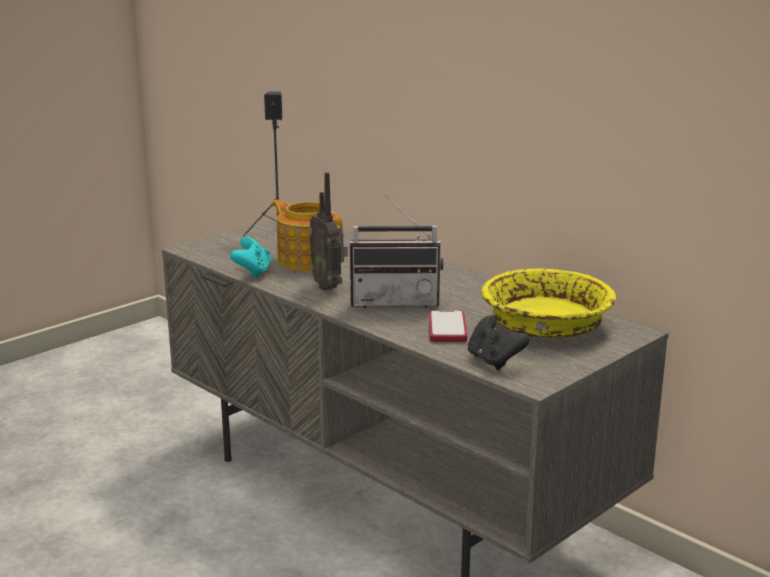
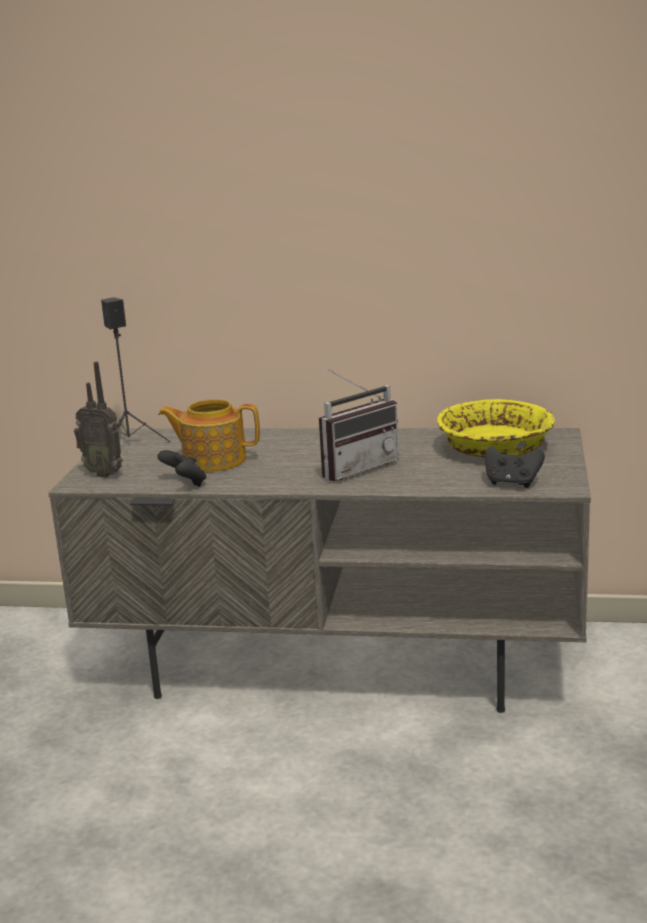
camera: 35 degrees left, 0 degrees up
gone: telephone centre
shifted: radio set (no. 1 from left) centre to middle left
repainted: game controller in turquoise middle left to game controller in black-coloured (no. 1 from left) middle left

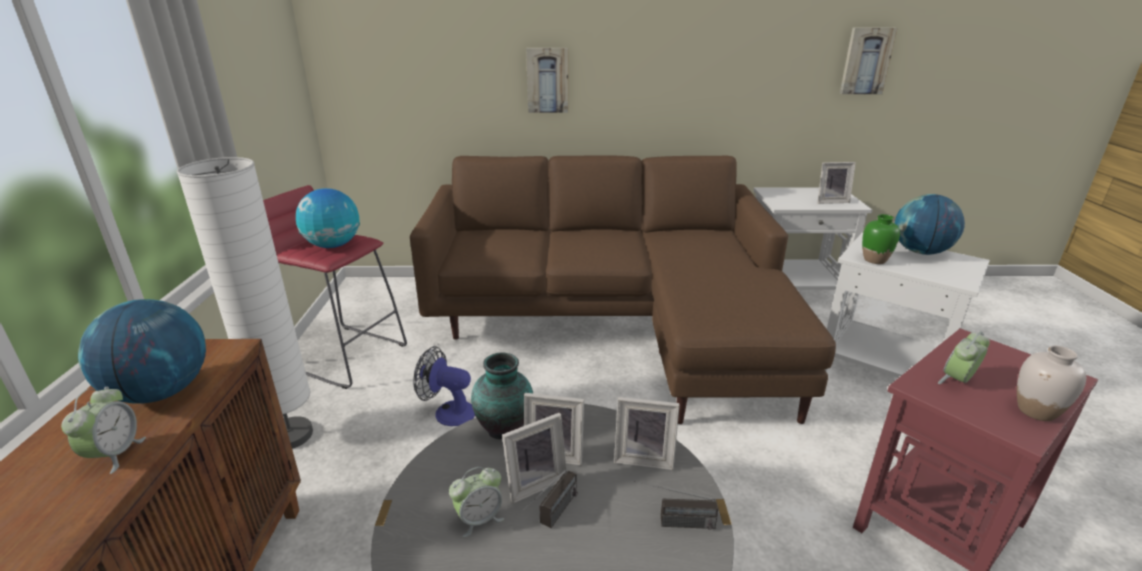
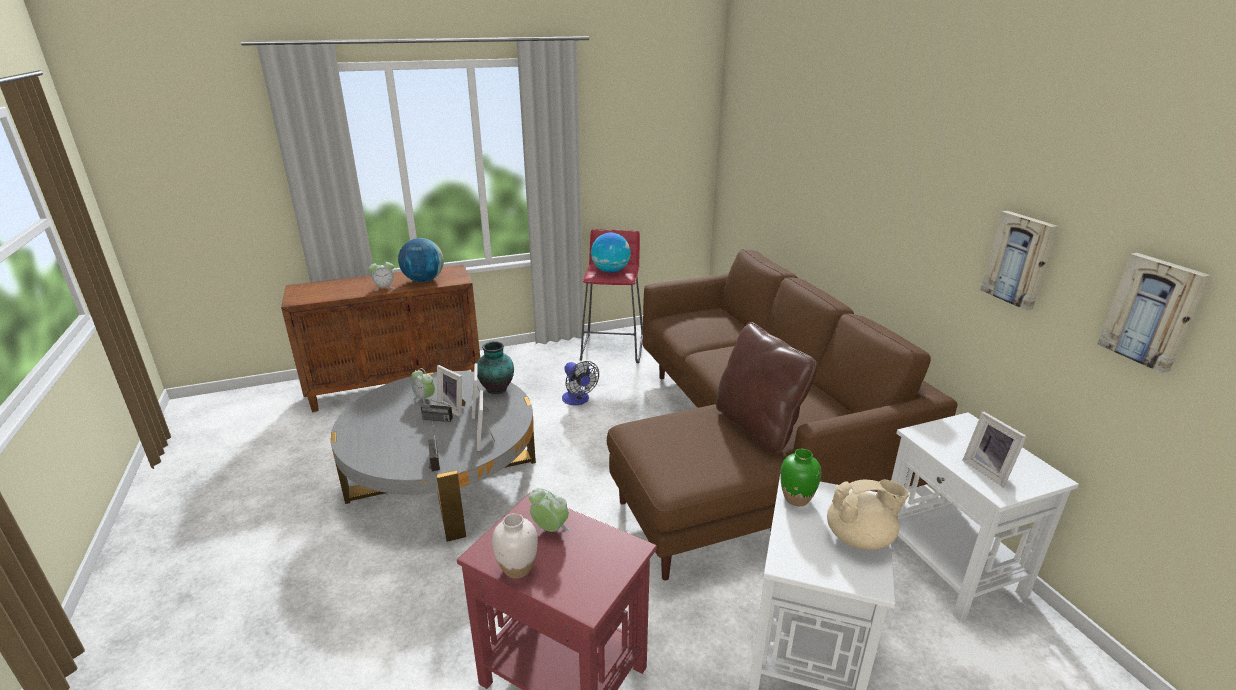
camera: 70 degrees right, 0 degrees up
gone: floor lamp in whitish middle left
new: pillow in brown centre
shifted: wall picture (no. 1 from left) top centre to middle right
swapped: globe (no. 3 from left) middle right to tea pot in beige bottom right
rotated: fan bottom centre = centre 150 degrees clockwise

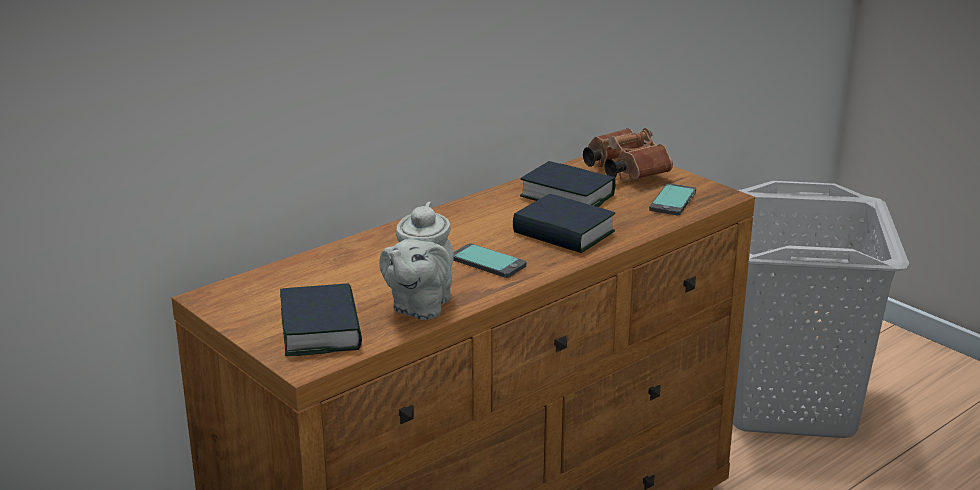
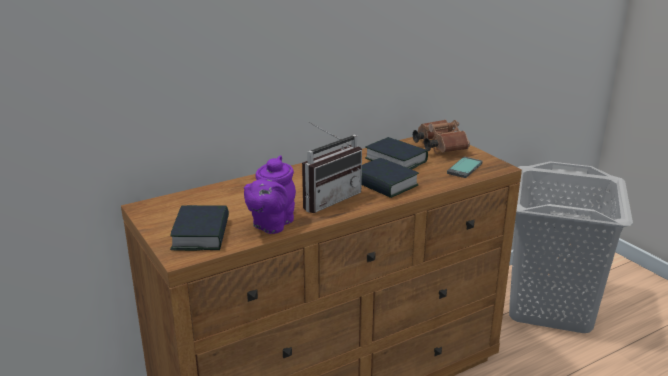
camera: 10 degrees right, 0 degrees up
swapped: telephone (no. 1 from left) centre to radio set centre
repainted: tea pot in gray centre to tea pot in purple centre

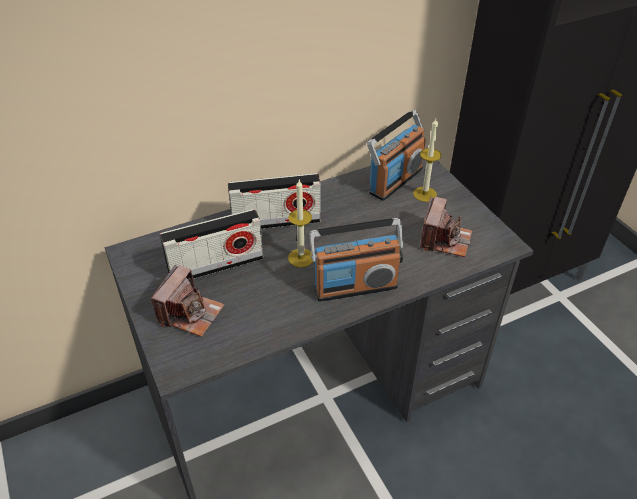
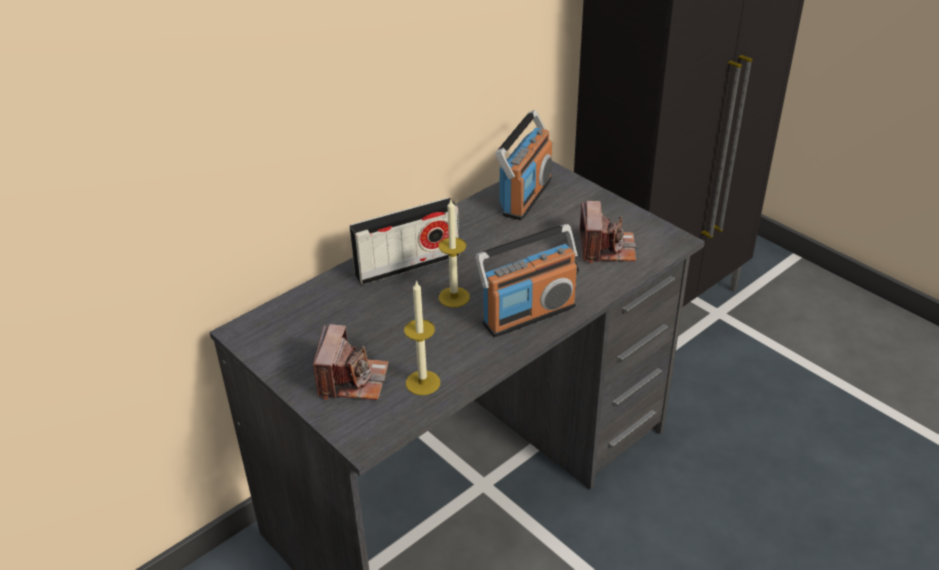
camera: 15 degrees left, 5 degrees down
gone: radio set (no. 1 from left) middle left
shifted: candle (no. 2 from left in the first image) top right to candle (no. 1 from left) centre

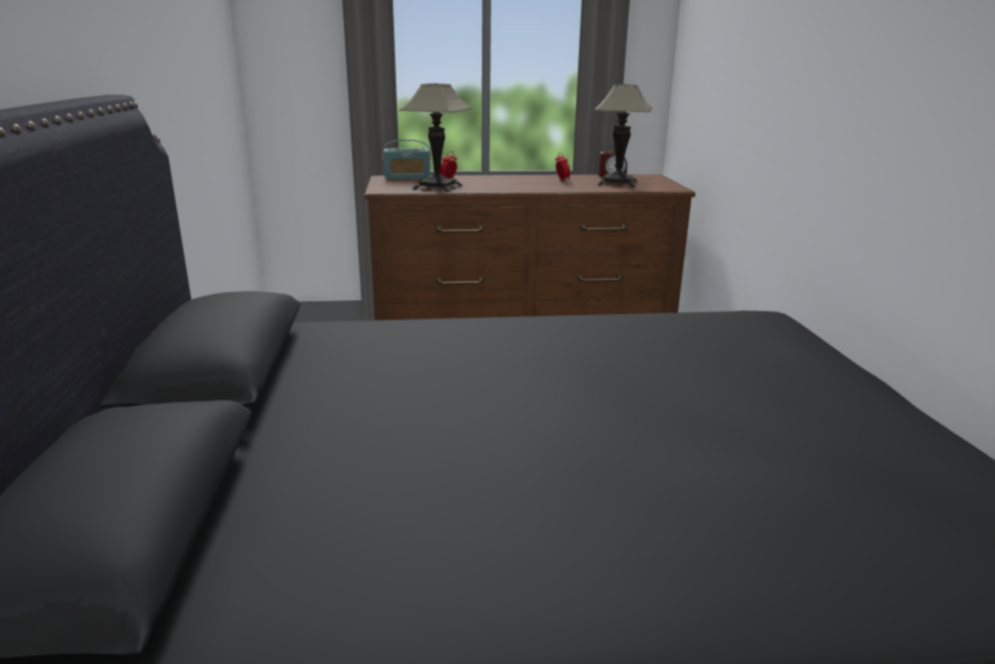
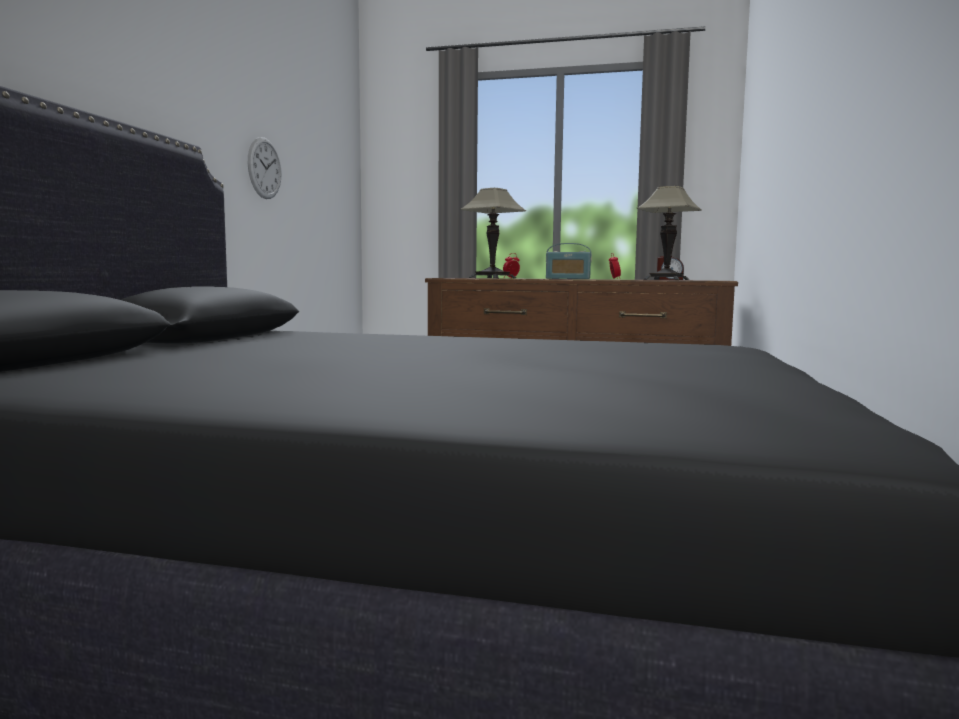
camera: 20 degrees right, 15 degrees down
new: hanging clock top left
shifted: radio set top centre to centre

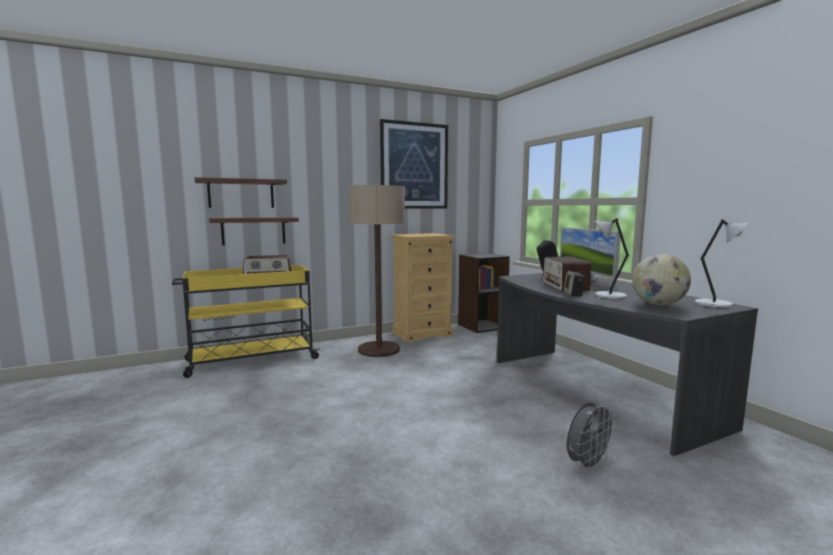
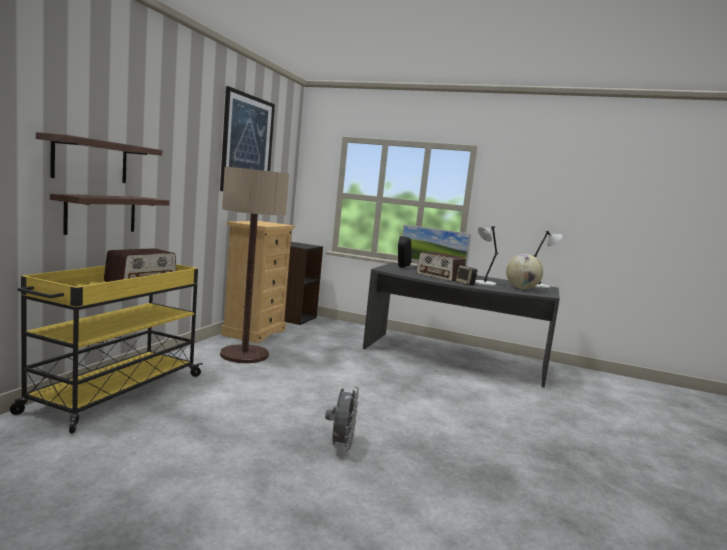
camera: 45 degrees left, 0 degrees up
shifted: fan in gray bottom right to bottom centre

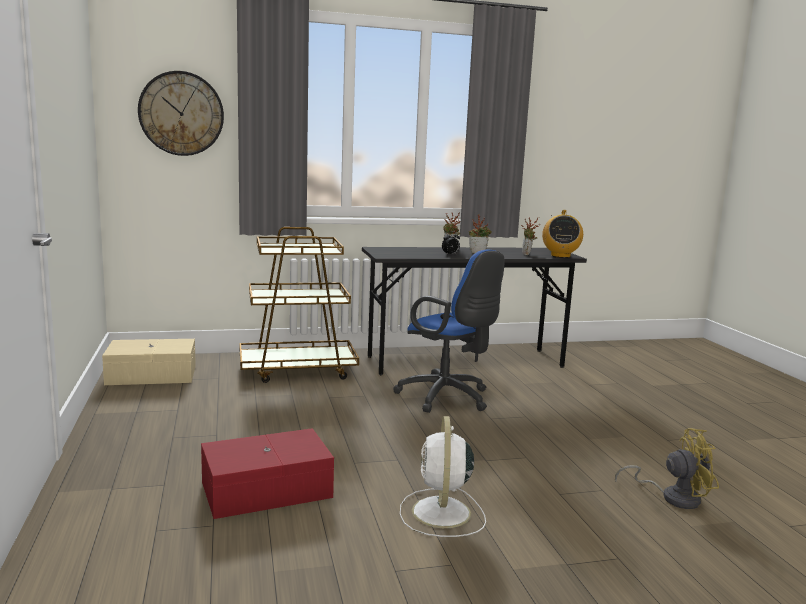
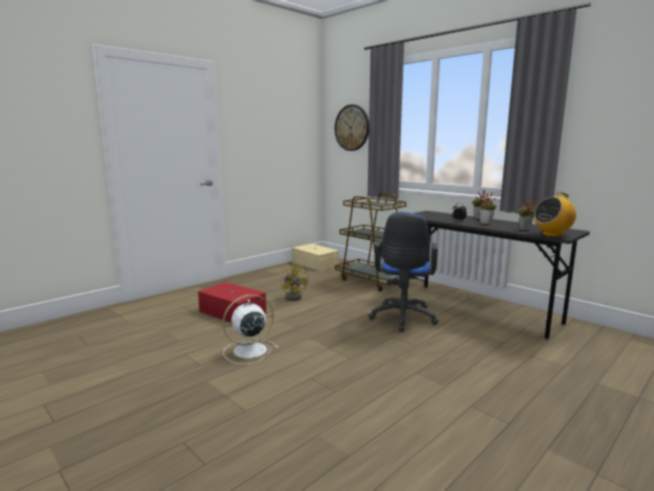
camera: 60 degrees right, 0 degrees up
shifted: fan in yellow bottom right to centre

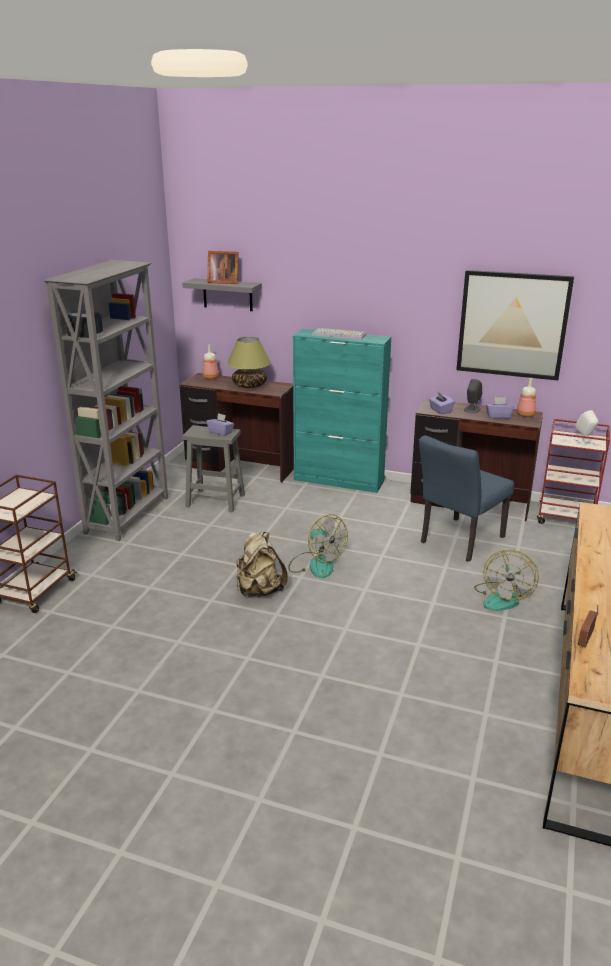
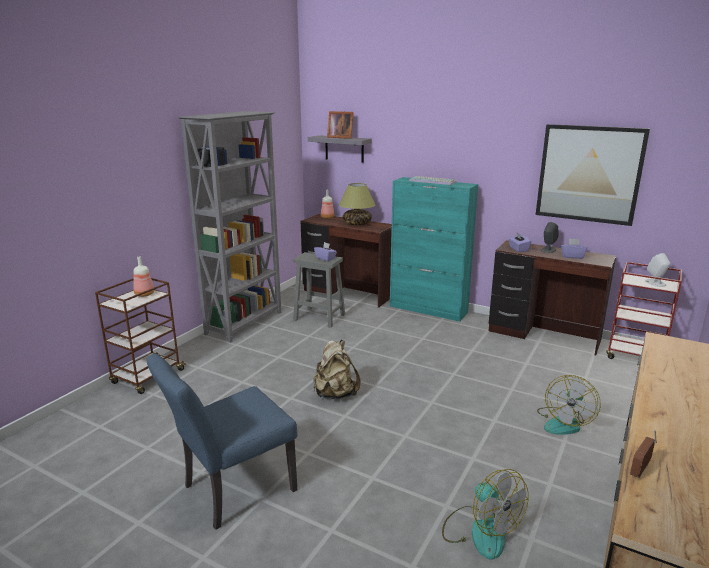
camera: 10 degrees right, 5 degrees down
shifted: fan (no. 1 from left) centre to bottom right; chair in blue-coloured middle right to bottom left; beverage bottle (no. 2 from left in the first image) middle right to beverage bottle (no. 1 from left) middle left

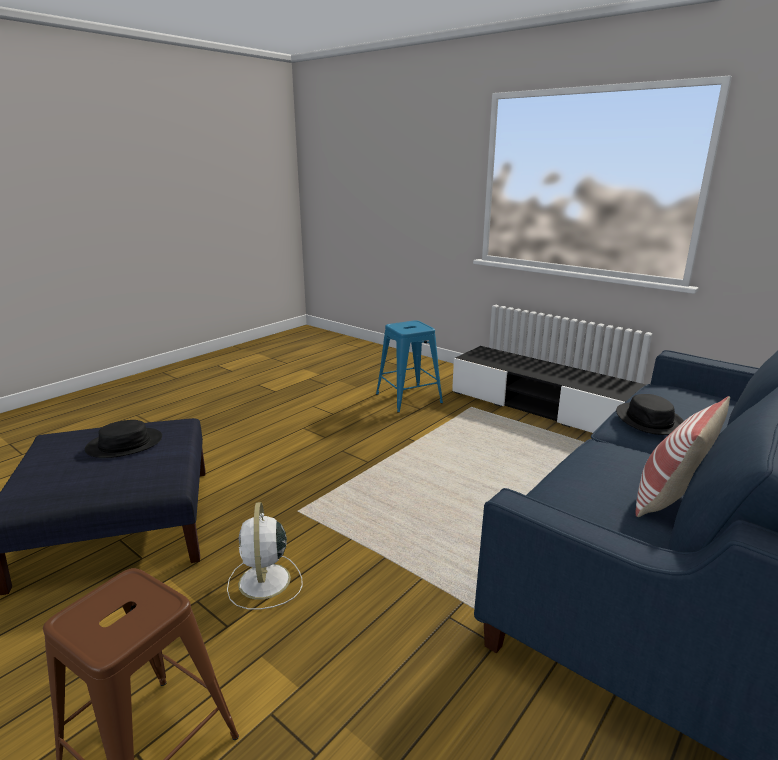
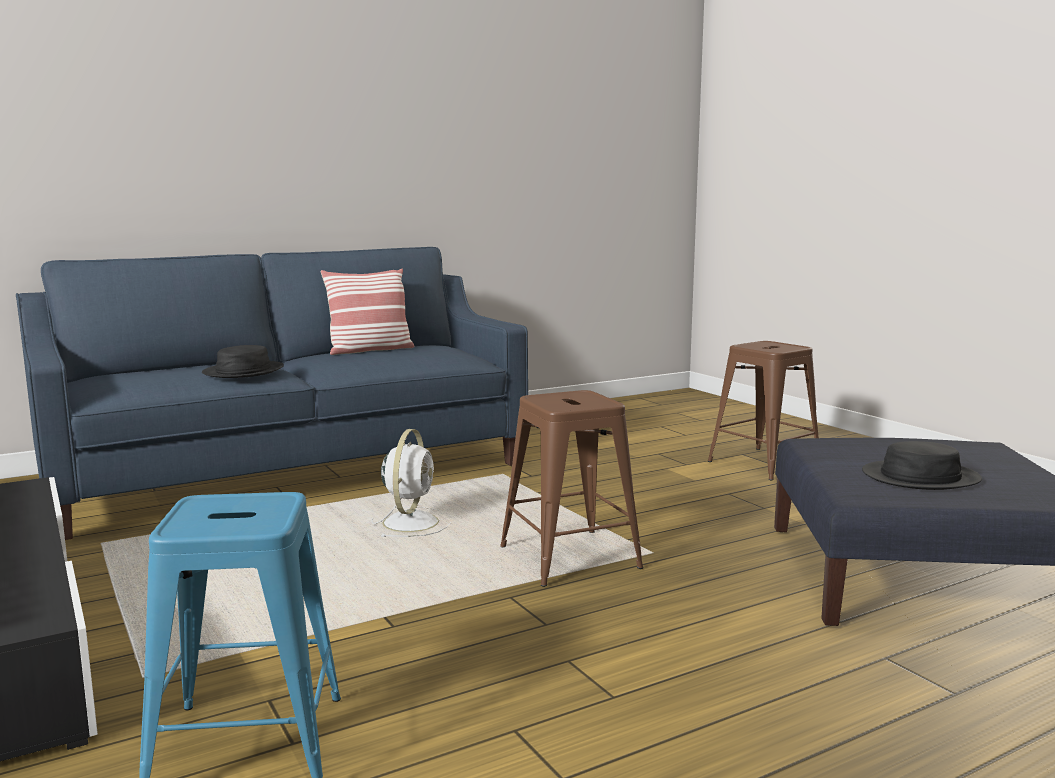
camera: 160 degrees left, 10 degrees down
new: stool in brown (no. 1 from left) centre
shifted: fan in whitish bottom centre to centre

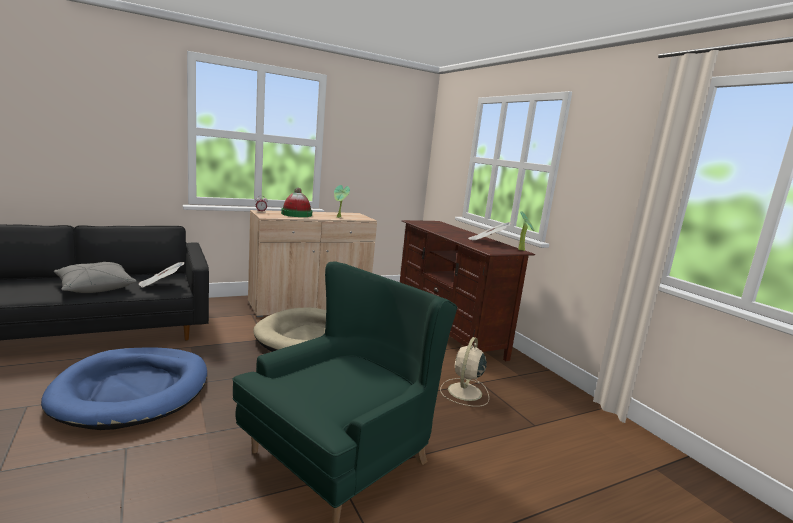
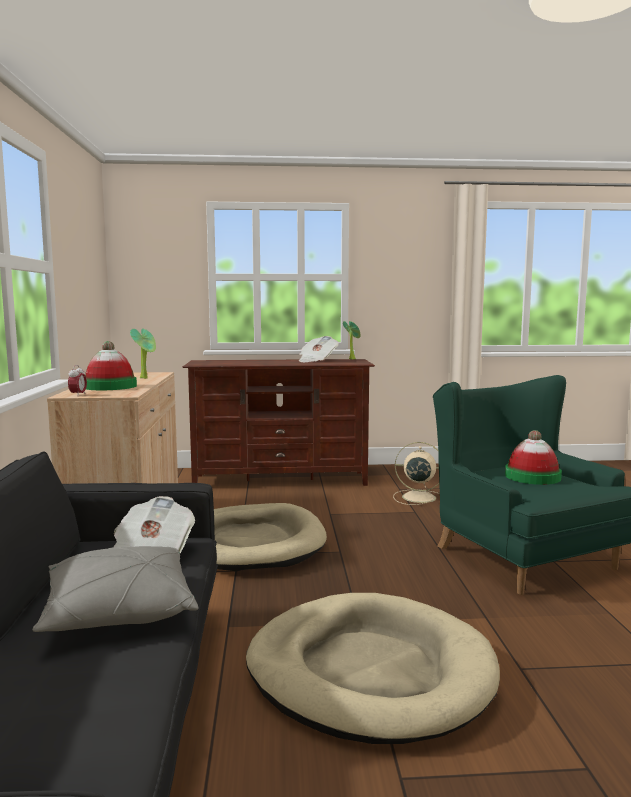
camera: 65 degrees left, 5 degrees down
new: hat (no. 2 from left) middle right
repainted: dog cushion in blue-coloured bottom left to dog cushion in beige (no. 2 from left) bottom centre
rotated: fan in beige bottom centre = centre 150 degrees clockwise

